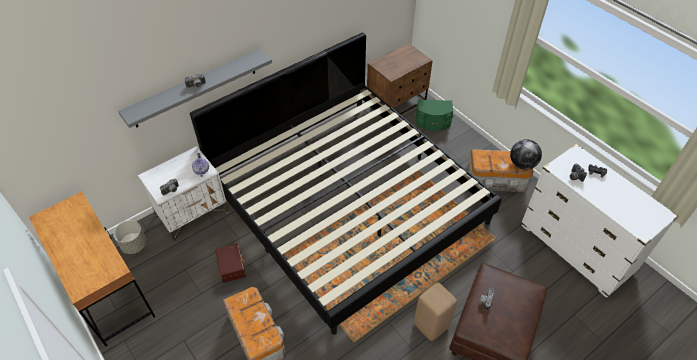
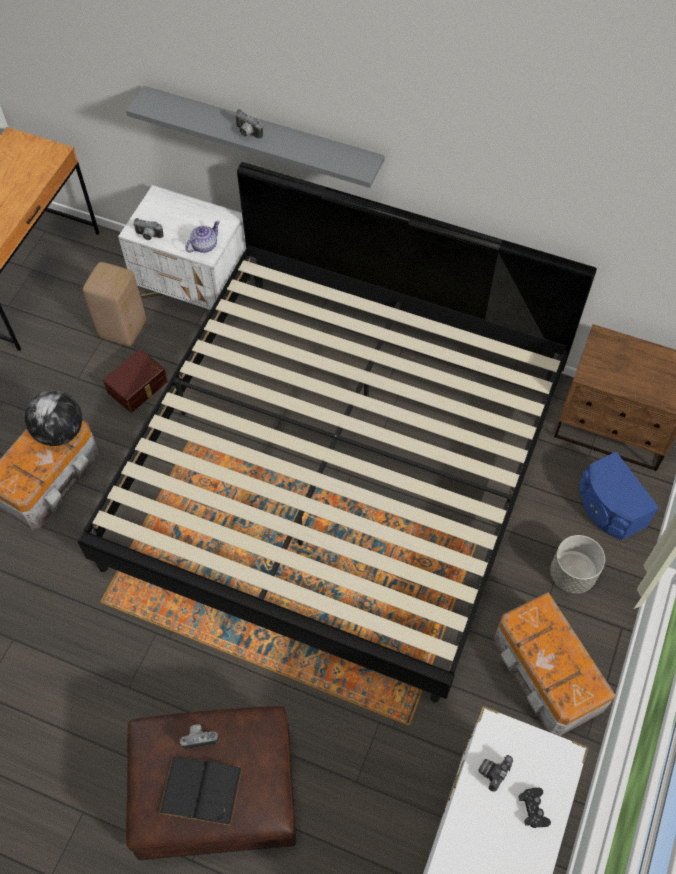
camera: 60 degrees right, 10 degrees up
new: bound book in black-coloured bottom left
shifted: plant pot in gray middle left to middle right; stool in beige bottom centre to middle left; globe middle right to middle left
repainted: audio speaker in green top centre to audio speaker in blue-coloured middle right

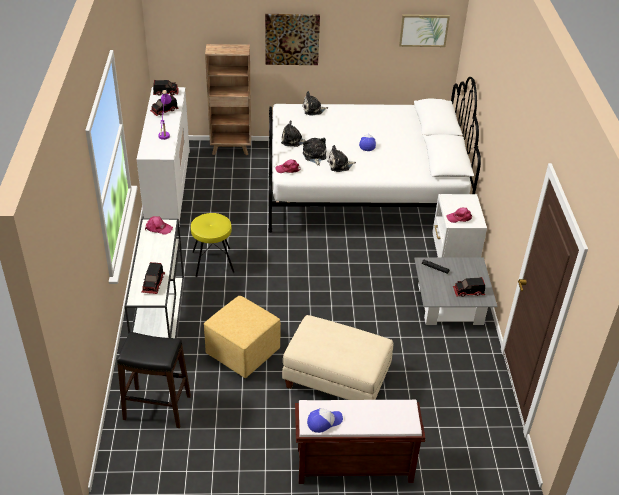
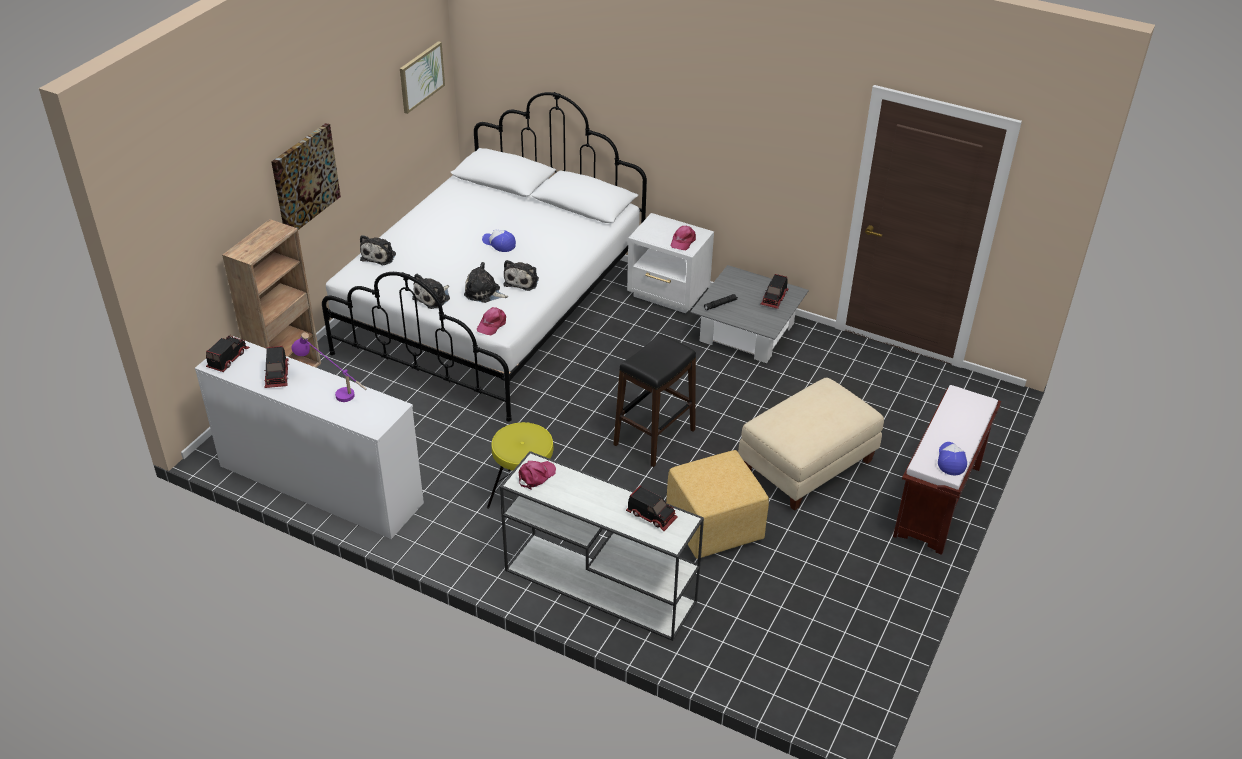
camera: 60 degrees left, 0 degrees up
shifted: stool in black-coloured bottom left to centre

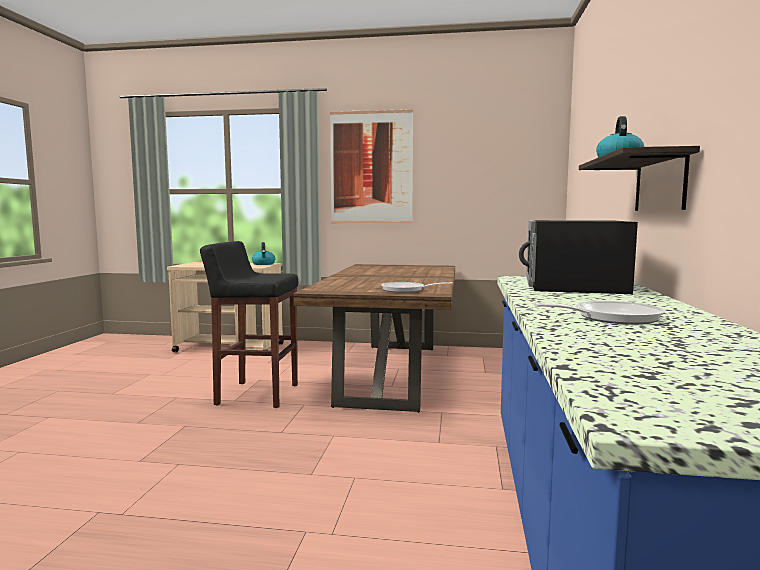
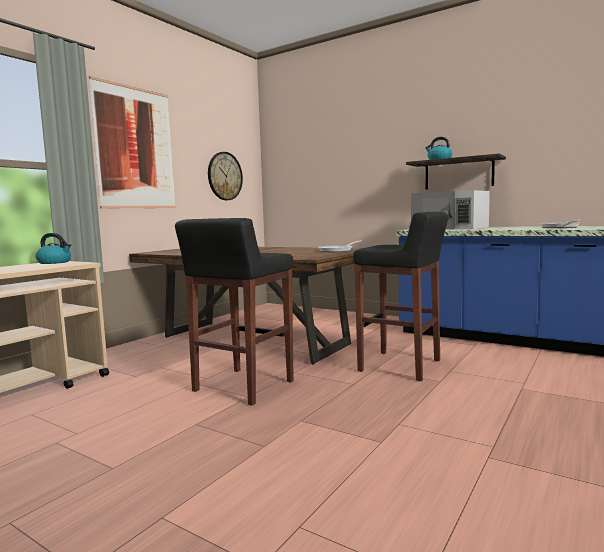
camera: 65 degrees left, 0 degrees up
new: hanging clock top centre; stool in black-coloured (no. 2 from left) centre
repainted: microwave oven in black-coloured middle right to microwave oven in whitish middle right

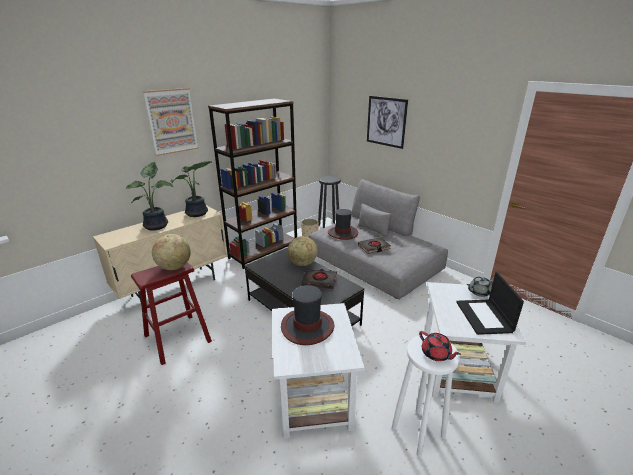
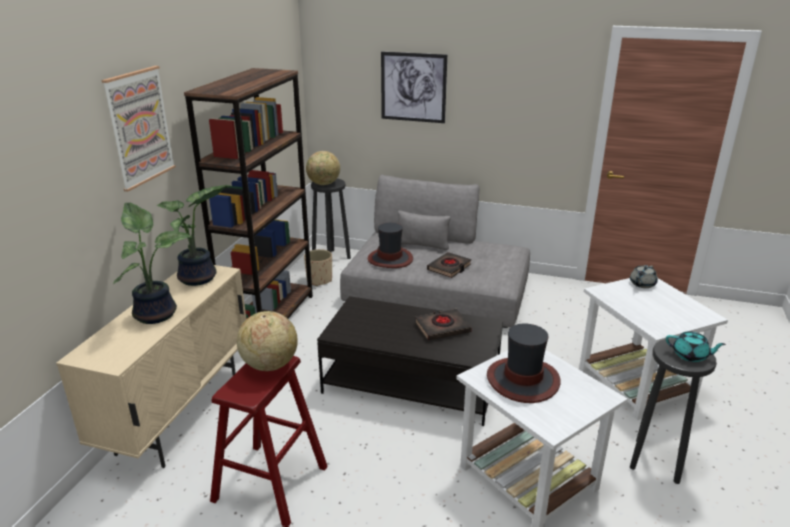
camera: 30 degrees left, 0 degrees up
gone: laptop middle right
shifted: globe (no. 2 from left) centre to top centre
repainted: stool in whitish bottom right to stool in black-coloured (no. 2 from left) bottom right; tea pot in red-coloured bottom right to tea pot in turquoise middle right

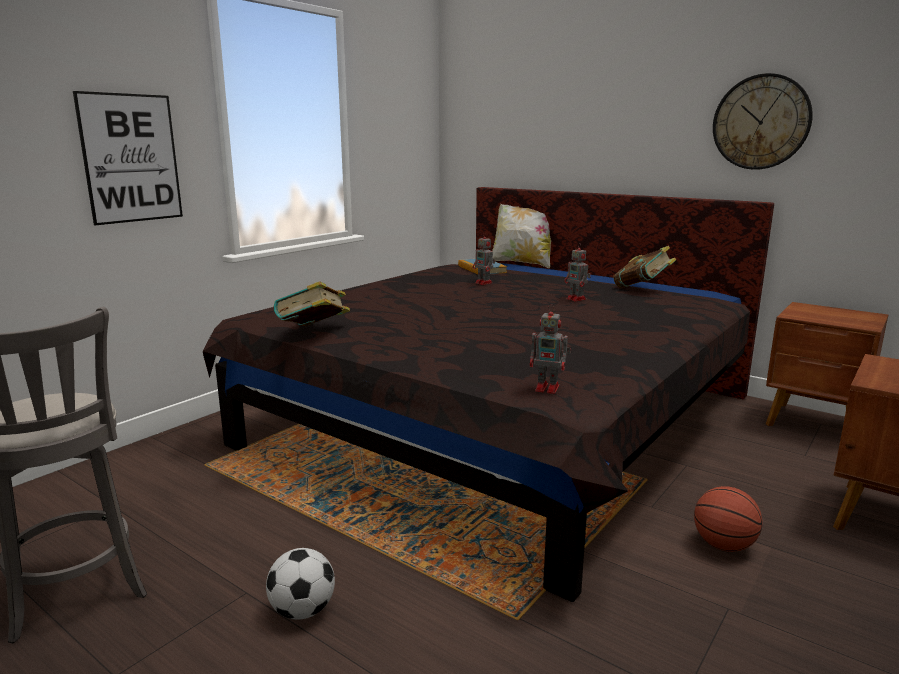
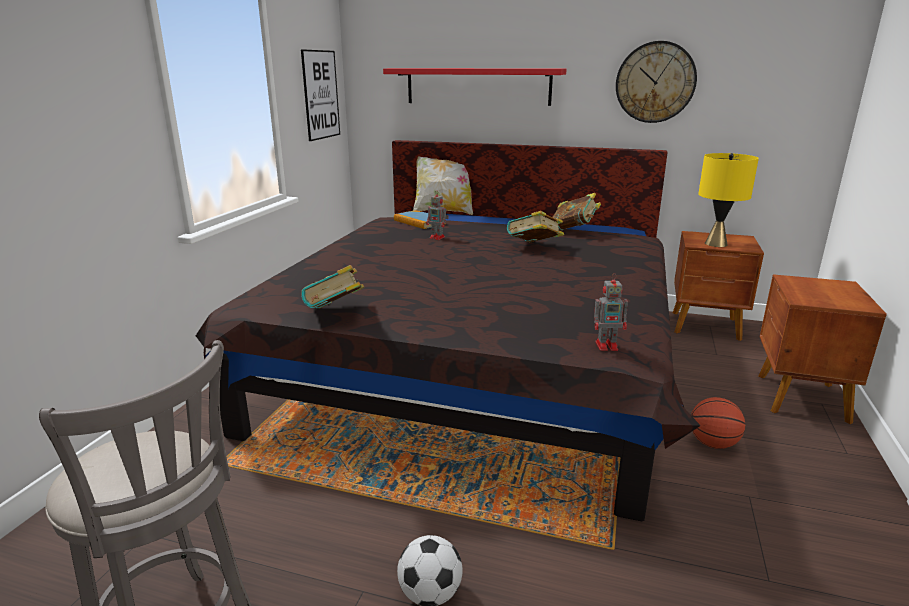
camera: 20 degrees left, 5 degrees up
new: wall shelf in red-coloured top centre; table lamp in yellow top right
shifted: wall picture top left to top centre
swapped: robot figure (no. 3 from left) centre to bound book (no. 3 from left) centre

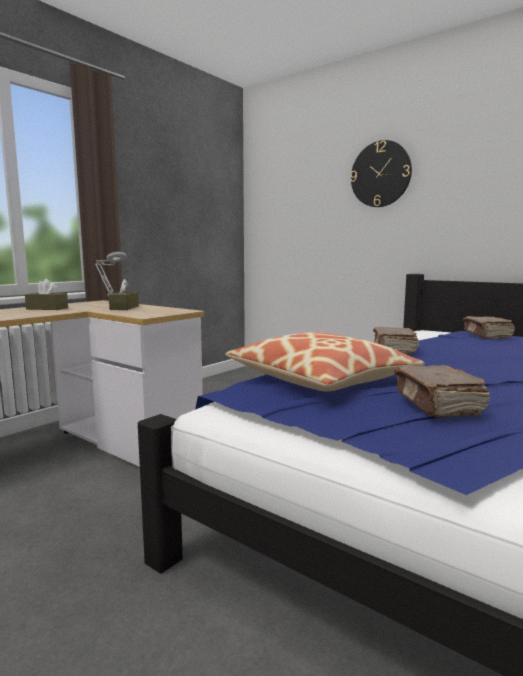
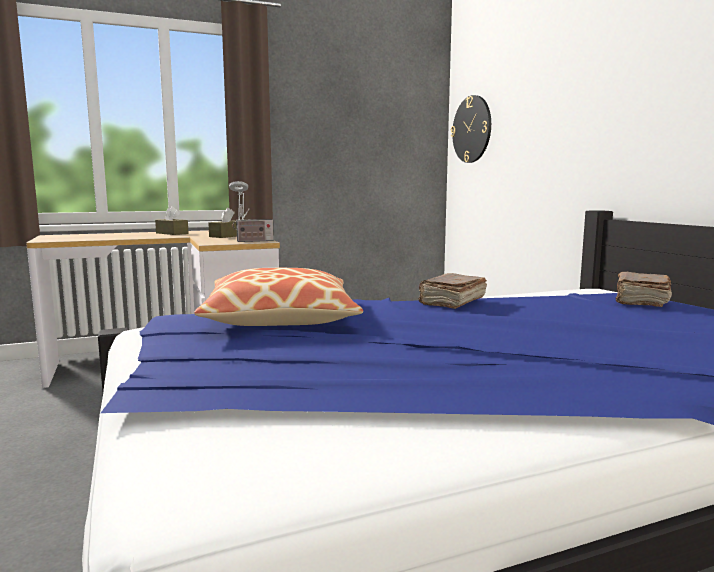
camera: 30 degrees right, 0 degrees up
gone: bound book in brown (no. 2 from left) middle right
new: radio set centre
shifted: hanging clock top right to top centre

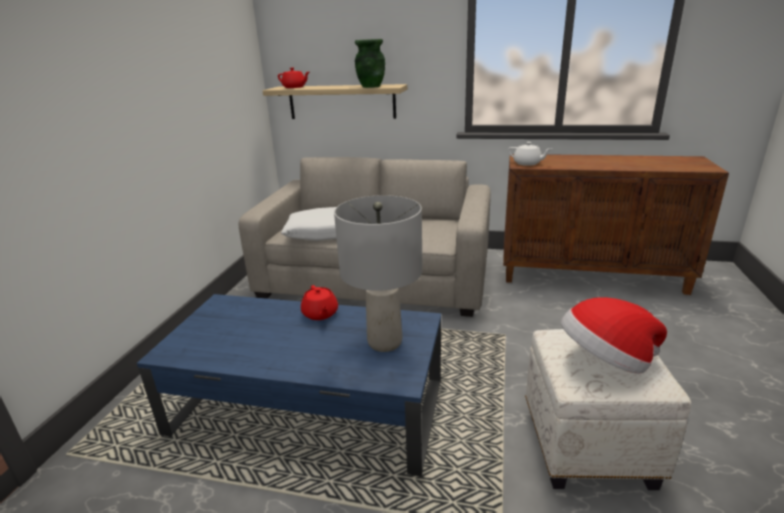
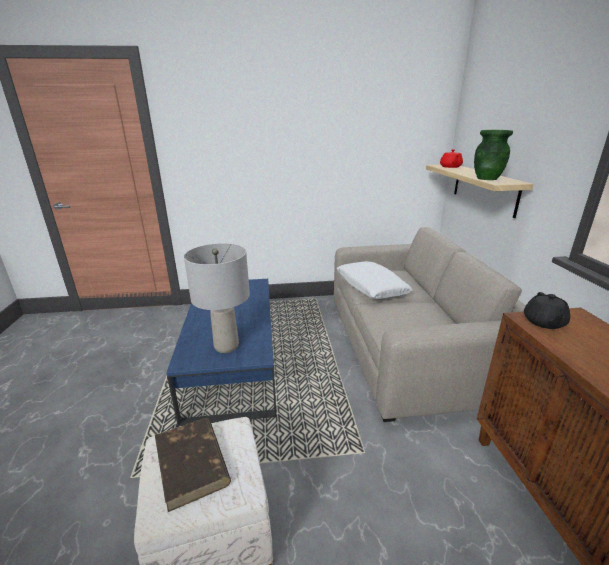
camera: 70 degrees right, 0 degrees up
gone: tea pot in red-coloured (no. 2 from left) centre
swapped: hat middle right to bound book in brown bottom left
repainted: tea pot in whitish top right to tea pot in black-coloured middle right

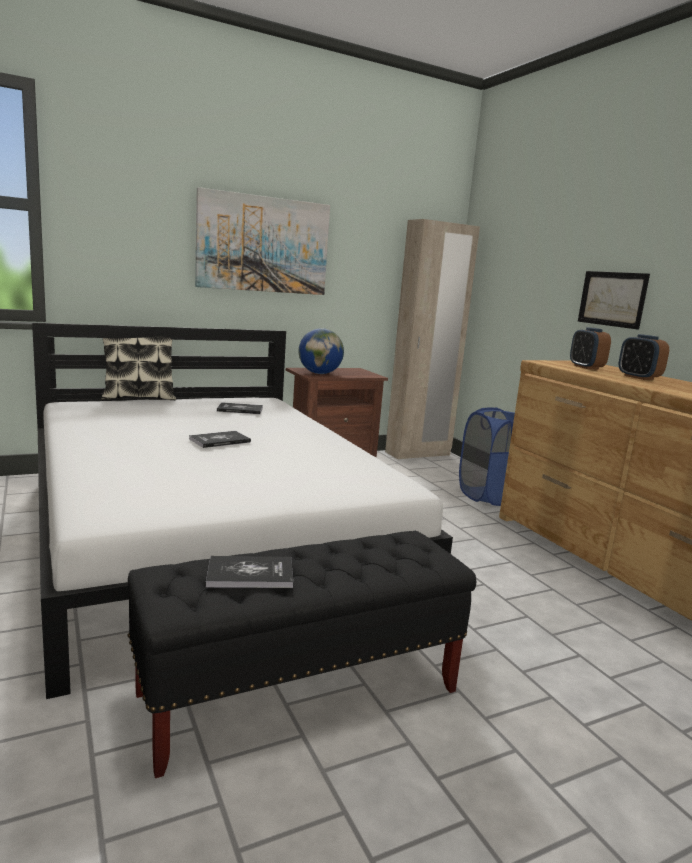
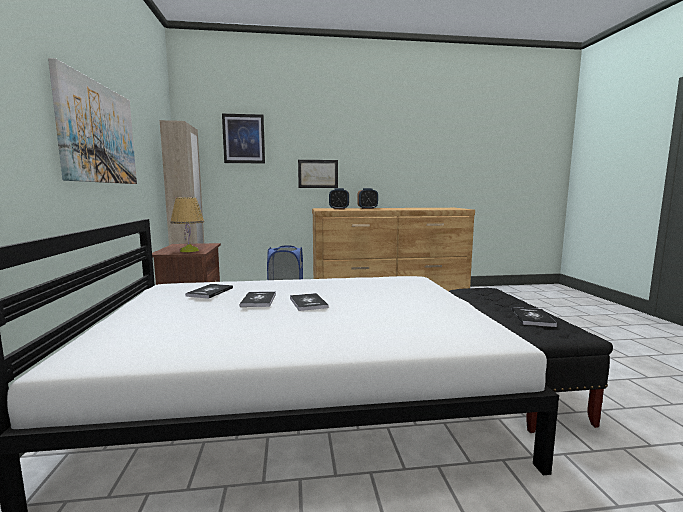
camera: 70 degrees left, 5 degrees down
gone: pillow middle left
new: wall picture (no. 2 from left) top centre; bound book (no. 2 from left) centre
swapped: globe centre to table lamp middle left

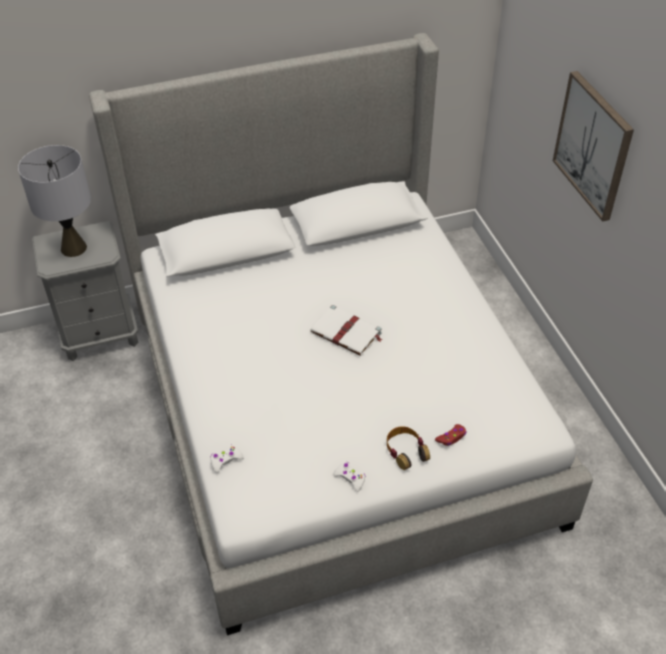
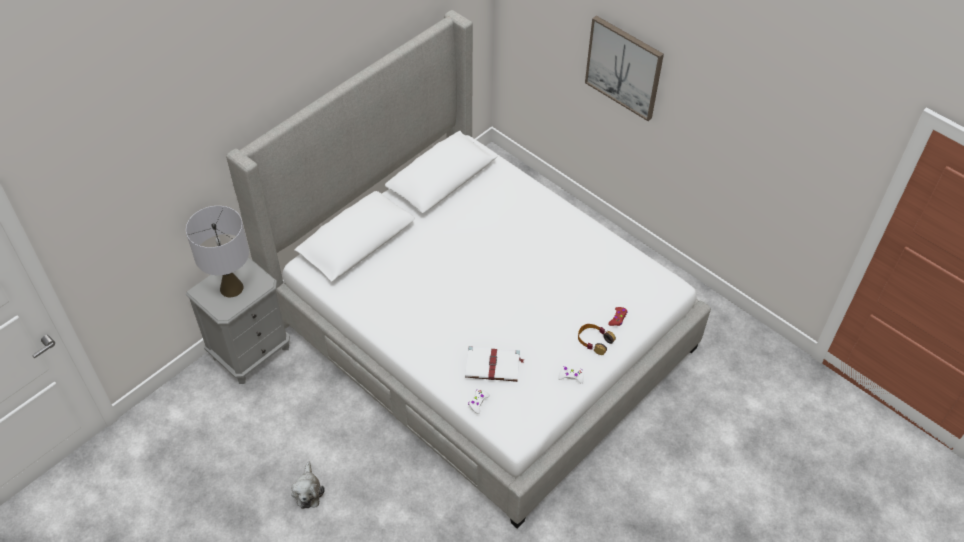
camera: 30 degrees left, 5 degrees up
new: soft toy bottom left
shifted: bound book in whitish centre to bottom centre

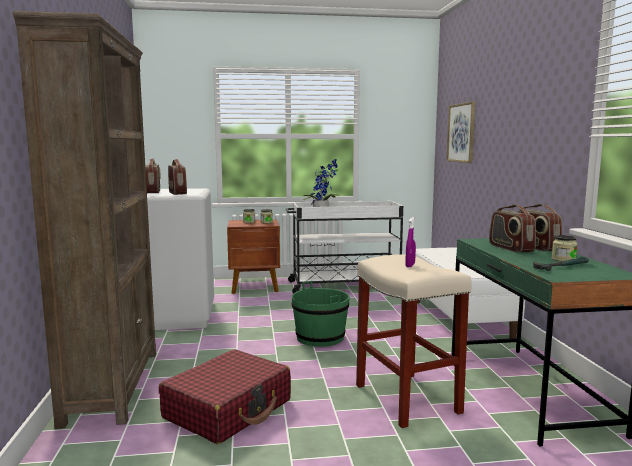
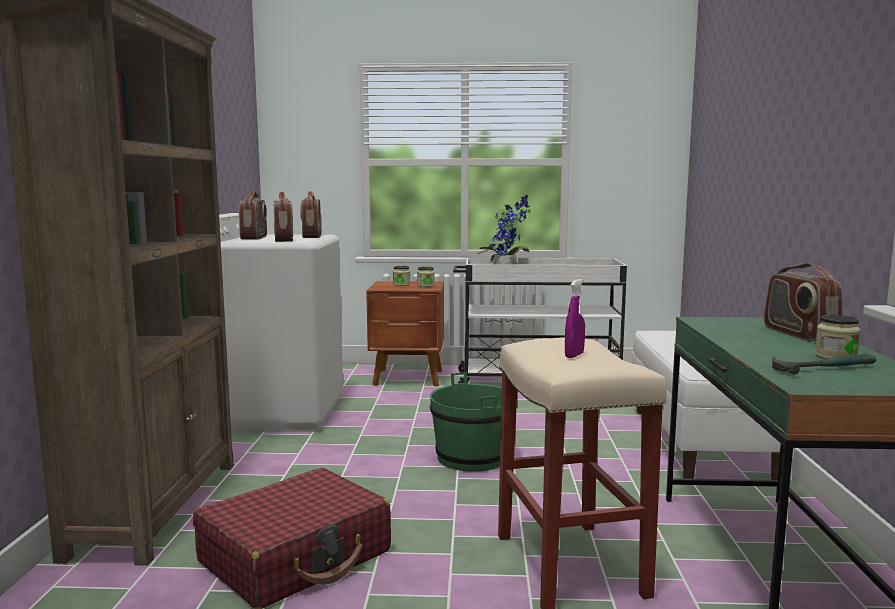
camera: 10 degrees right, 0 degrees up
gone: wall picture top right
shifted: radio set (no. 3 from left) middle right to centre

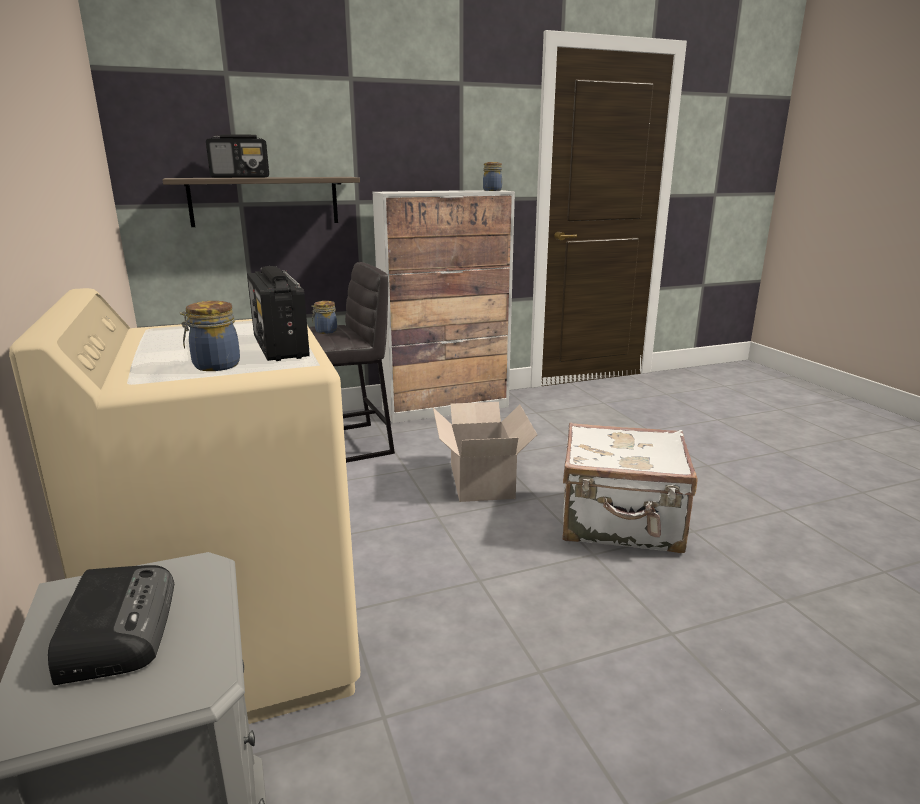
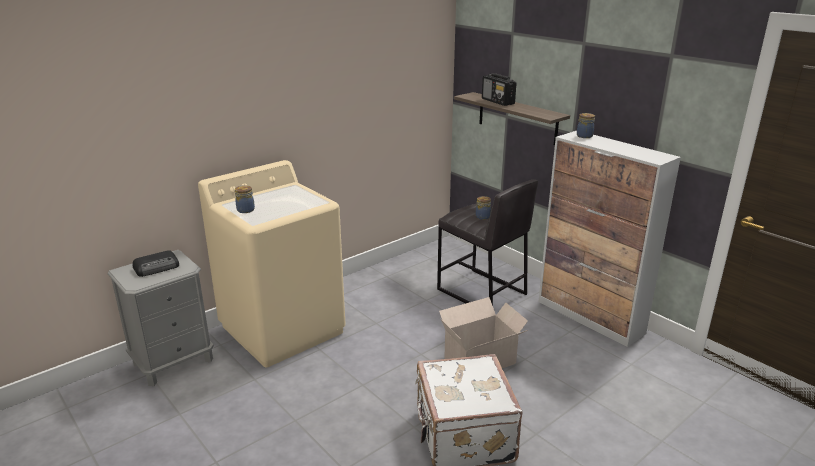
camera: 70 degrees right, 5 degrees up
gone: radio set (no. 3 from left) middle left
shifted: preserve jar (no. 3 from left) top centre to top right

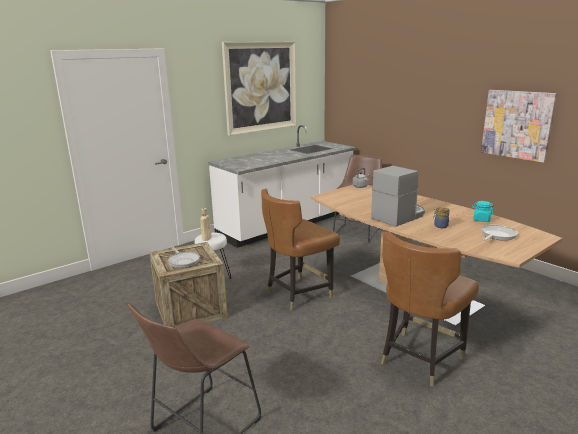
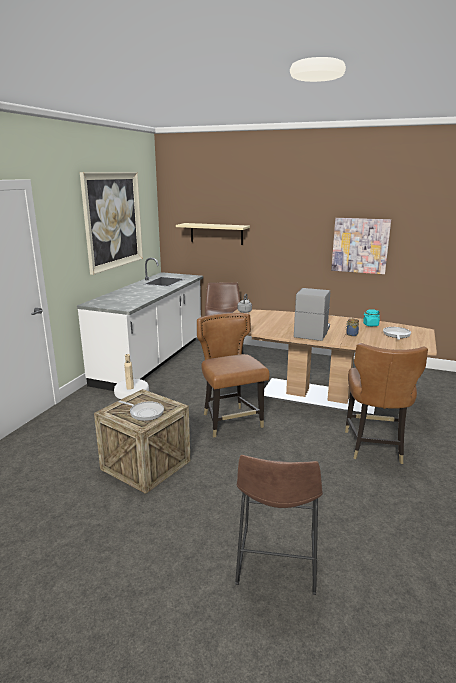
camera: 30 degrees left, 0 degrees up
new: wall shelf in beige centre
rotated: chair in brown (no. 1 from left) centre = centre 135 degrees clockwise

